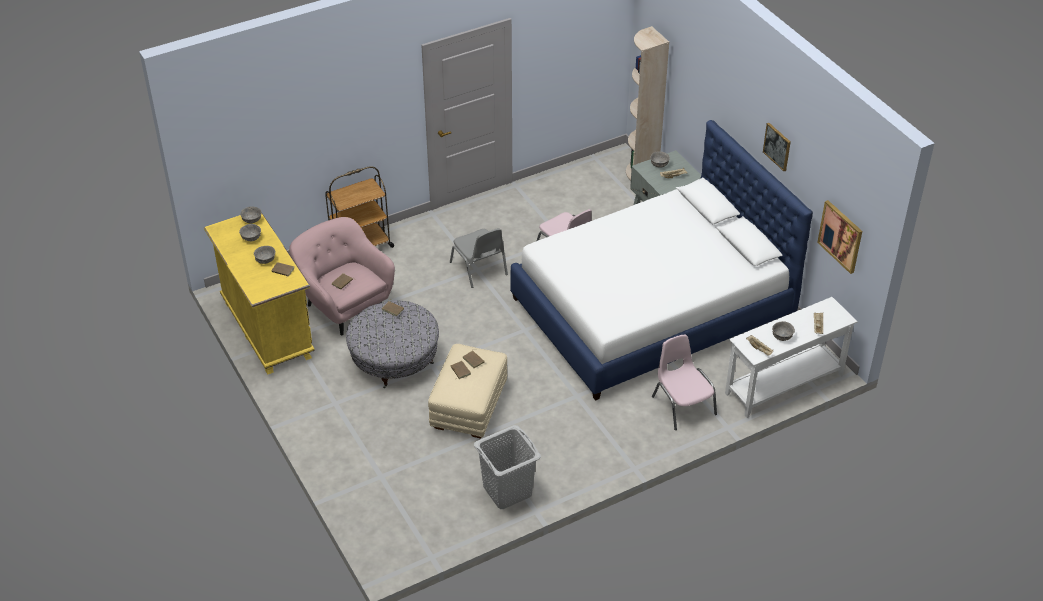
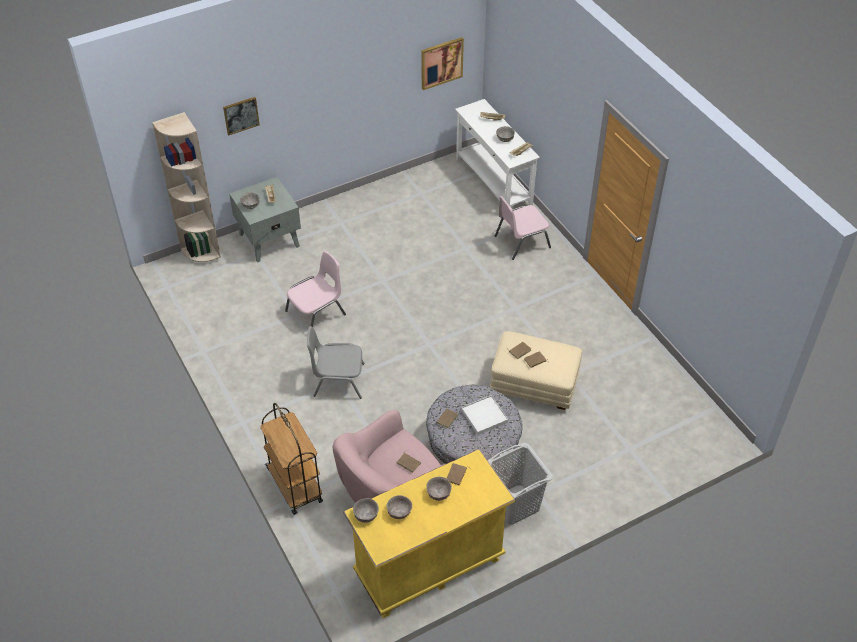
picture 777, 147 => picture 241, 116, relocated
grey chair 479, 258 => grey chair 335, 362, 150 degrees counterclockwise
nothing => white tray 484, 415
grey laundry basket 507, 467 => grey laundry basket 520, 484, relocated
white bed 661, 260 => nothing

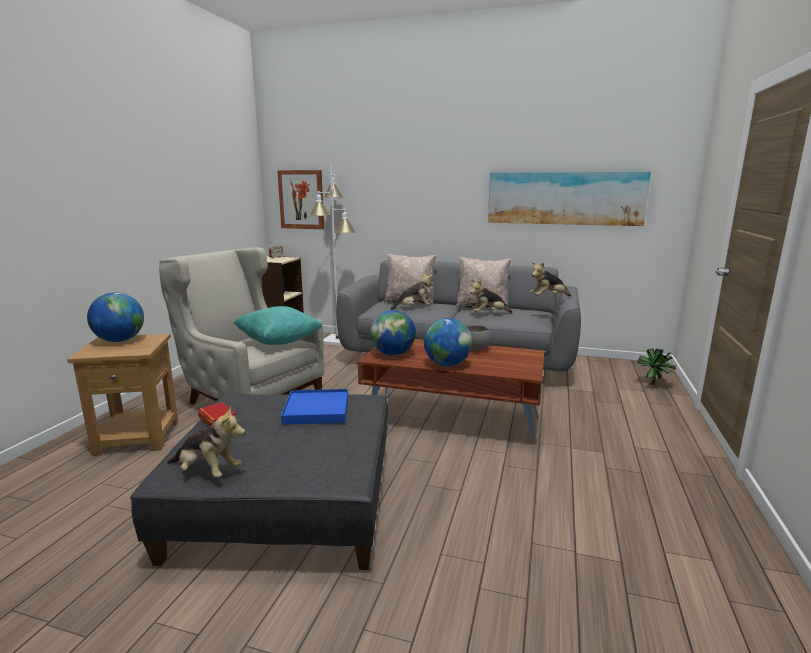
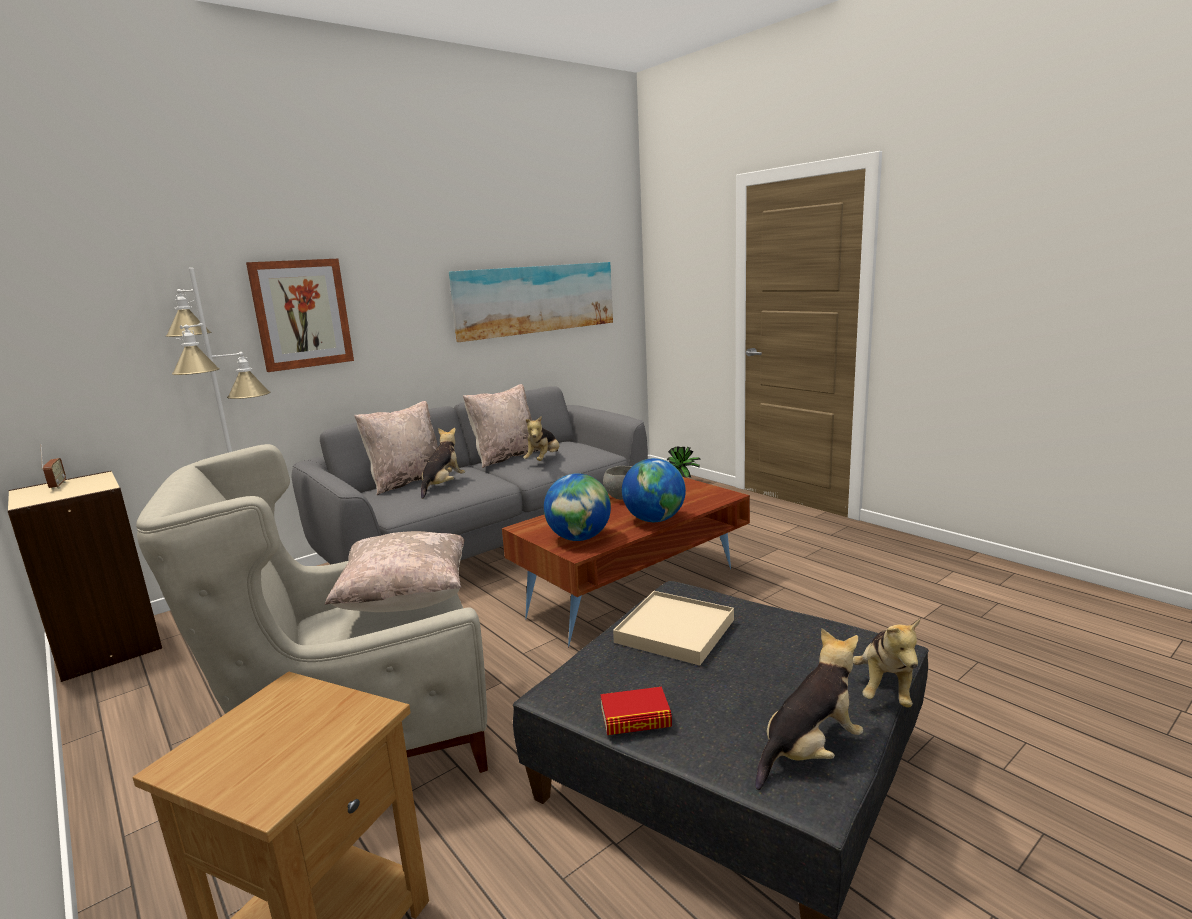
picture 300, 199 => picture 300, 315, relocated
turquoise pillow 278, 325 => beige pillow 395, 571
blue tray 314, 407 => beige tray 673, 628
plush toy 550, 279 => plush toy 886, 663, relocated
globe 115, 317 => nothing

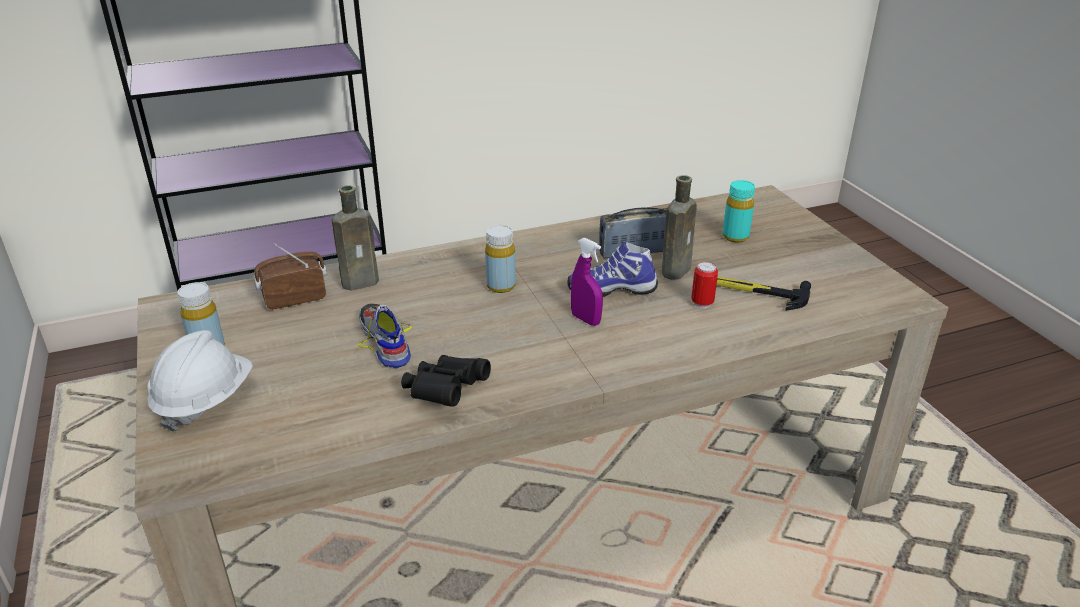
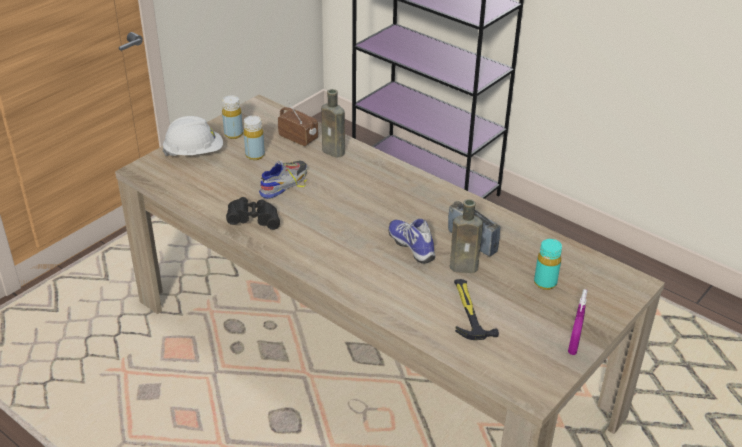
yellow bottle 500, 259 => yellow bottle 254, 138, relocated
purple spray bottle 587, 281 => purple spray bottle 577, 322, relocated
can 704, 285 => nothing

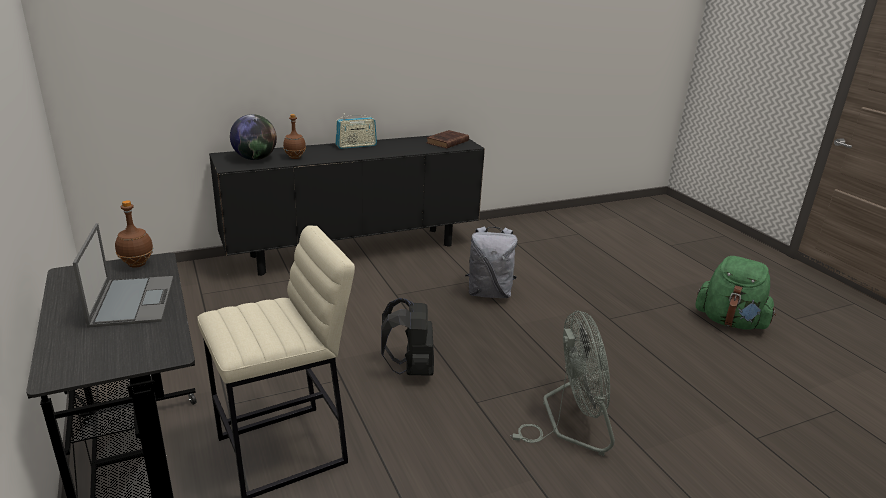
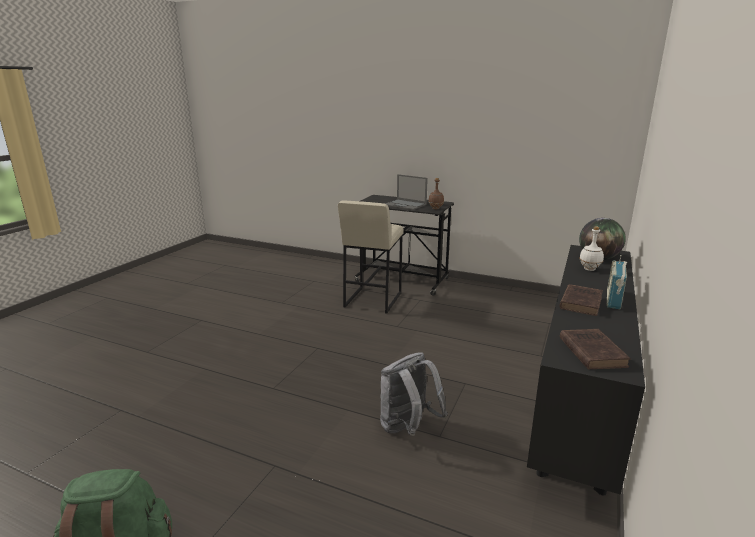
nothing => brown book 581, 300
brown bottle 294, 136 => white bottle 591, 248
black backpack 407, 337 => nothing
grey fan 562, 383 => nothing

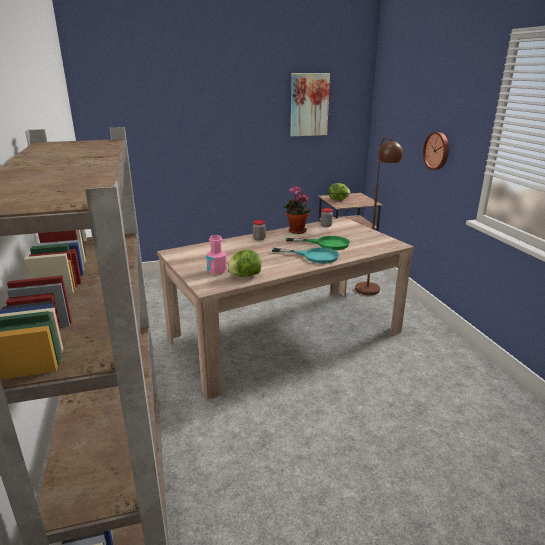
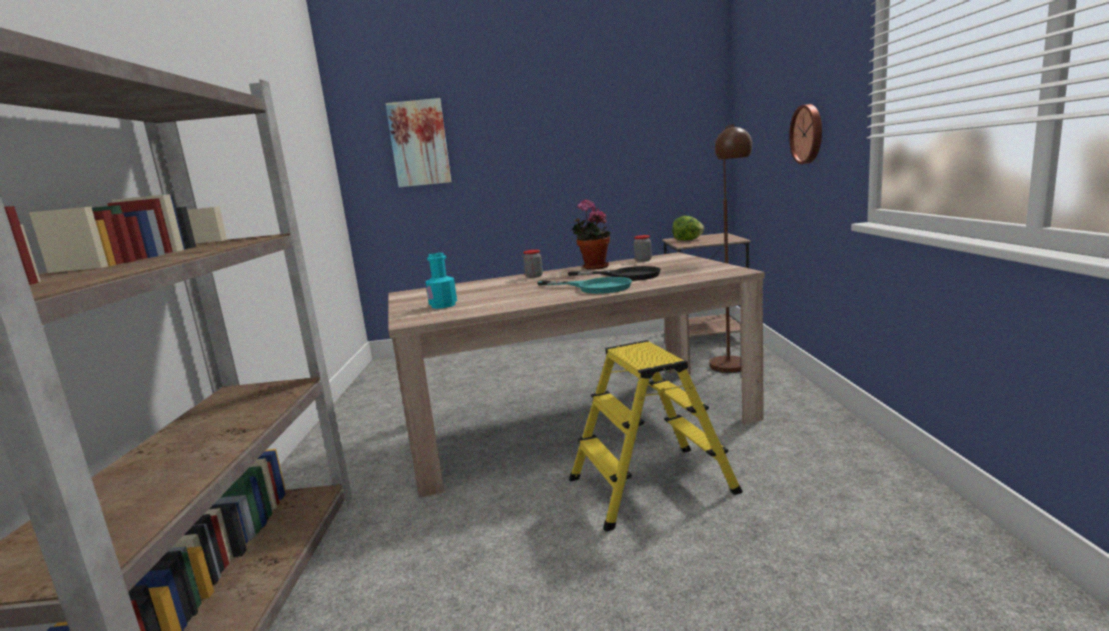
picture 310, 104 => picture 418, 142, relocated
pink bottle 216, 254 => turquoise bottle 441, 281
green frying pan 318, 243 => black frying pan 614, 273
nothing => yellow step ladder 656, 436
lettuce 243, 263 => nothing

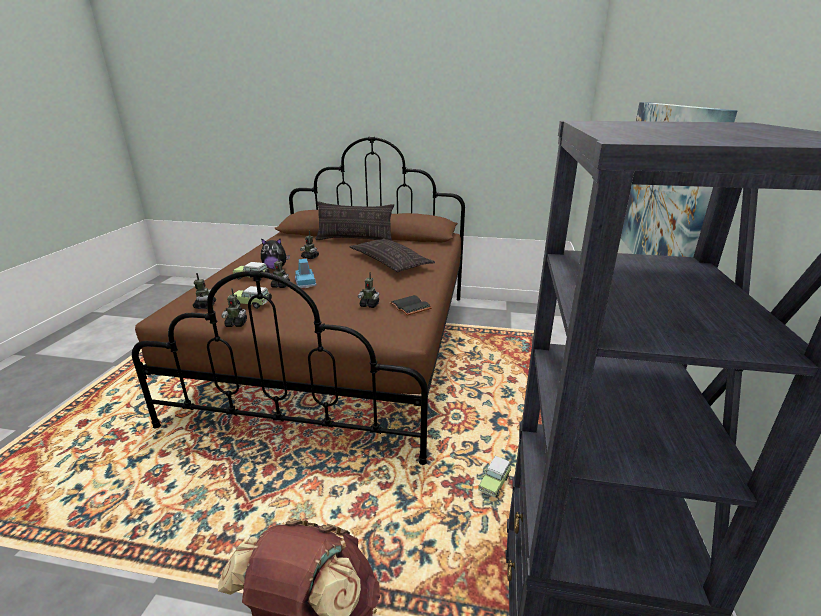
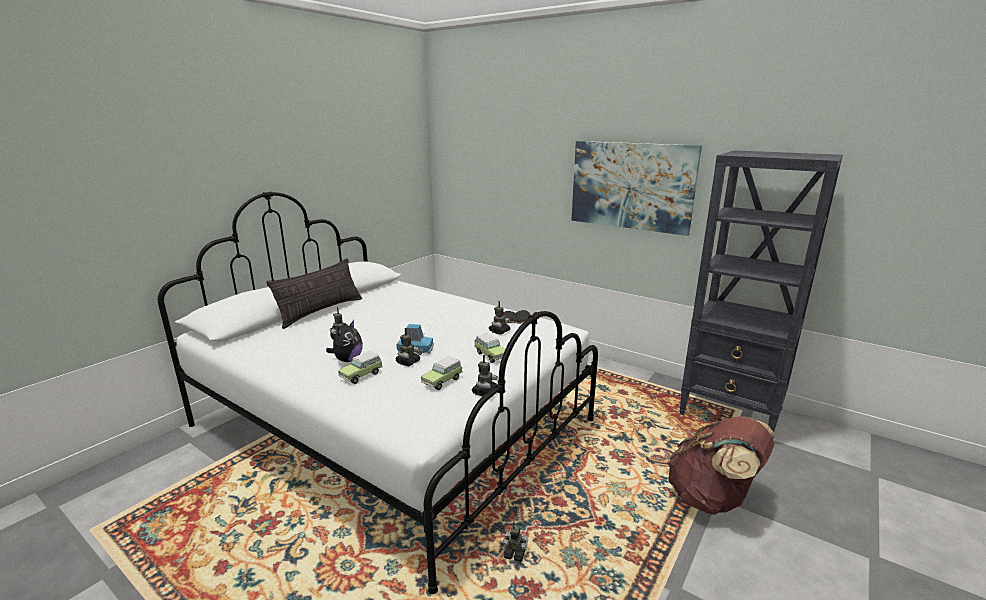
brown bed 298, 301 => white bed 378, 392
toy car 494, 477 => toy car 489, 348, relocated
toy robot 204, 291 => toy robot 515, 542, relocated
pillow 392, 255 => nothing

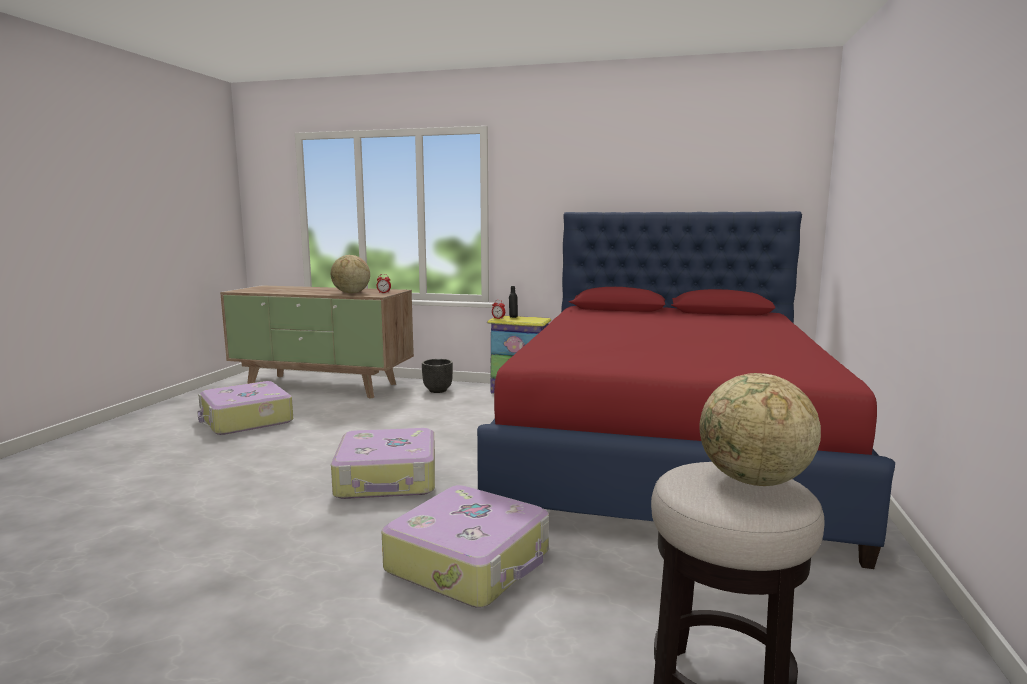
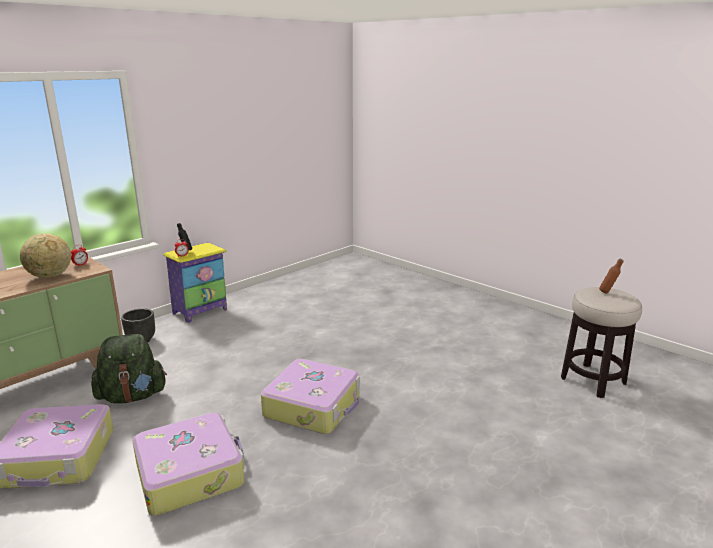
nothing => green backpack 129, 369
suitcase 465, 546 => suitcase 188, 464, relocated
globe 760, 429 => brown bottle 611, 276
red bed 686, 390 => nothing

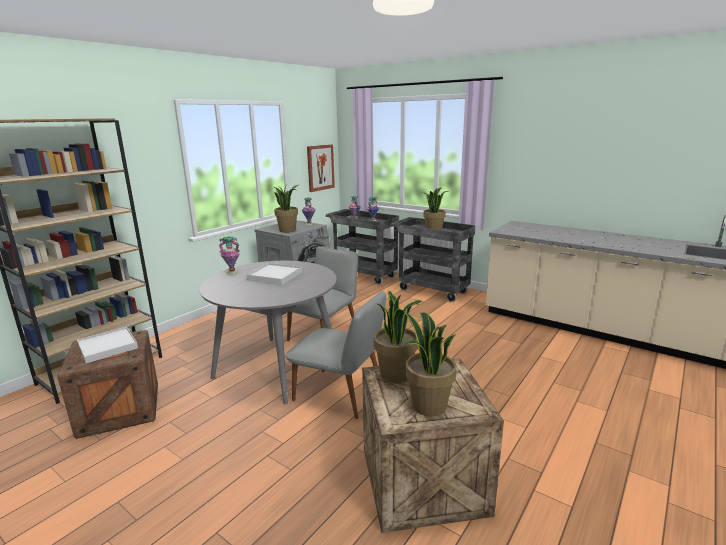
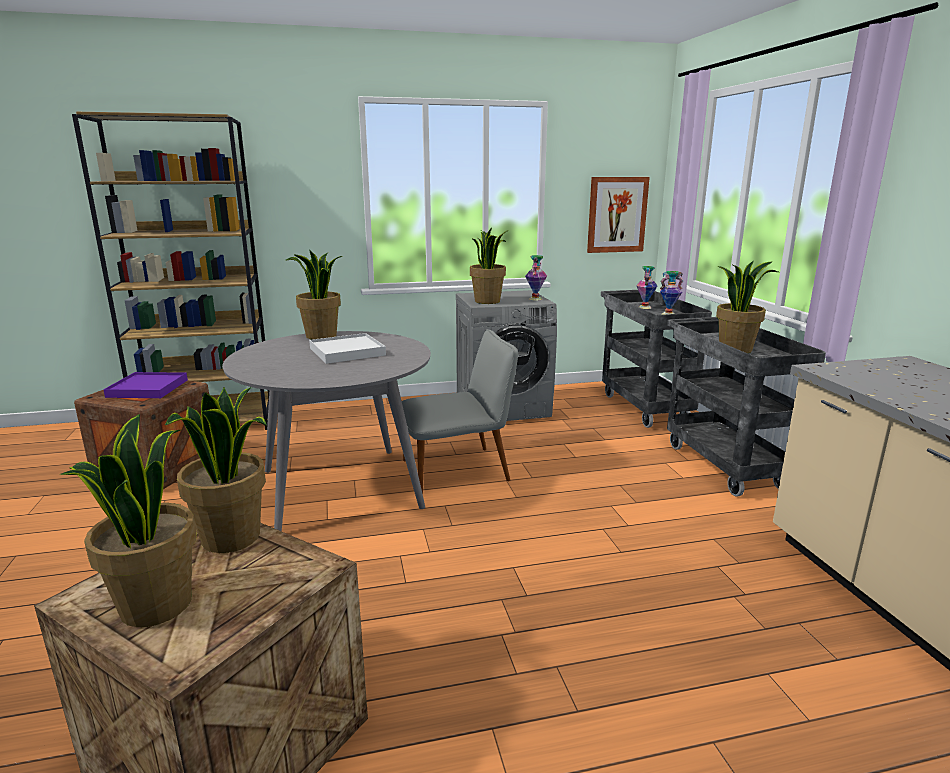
white tray 107, 345 => purple tray 145, 385
vase 229, 255 => potted plant 314, 295
grey chair 335, 355 => nothing

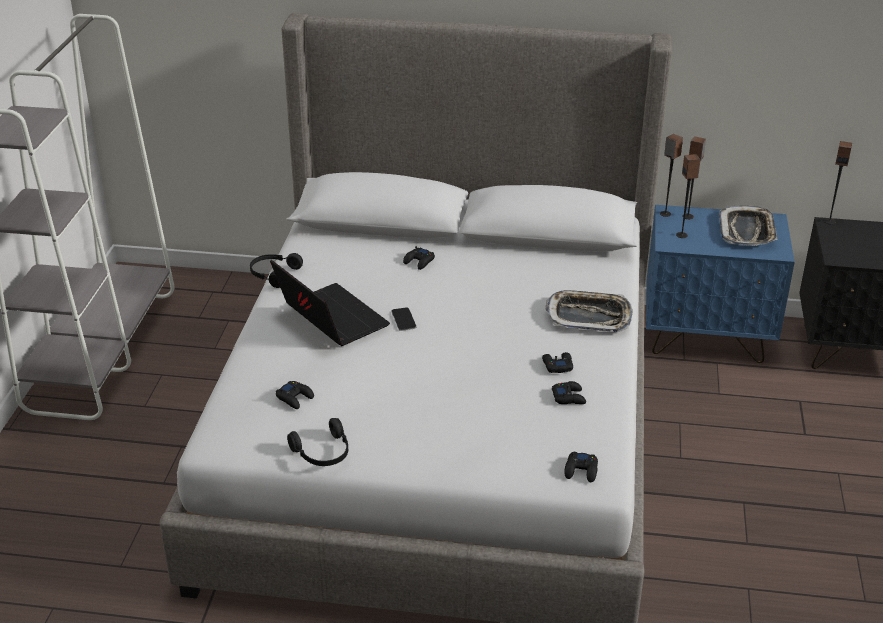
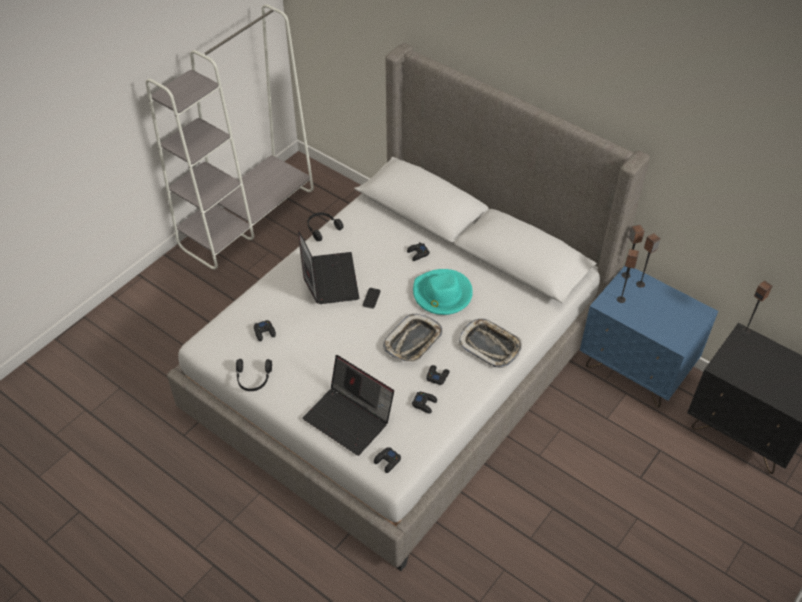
nothing => laptop 348, 405
tray 748, 225 => tray 412, 338, relocated
nothing => turquoise hat 443, 292

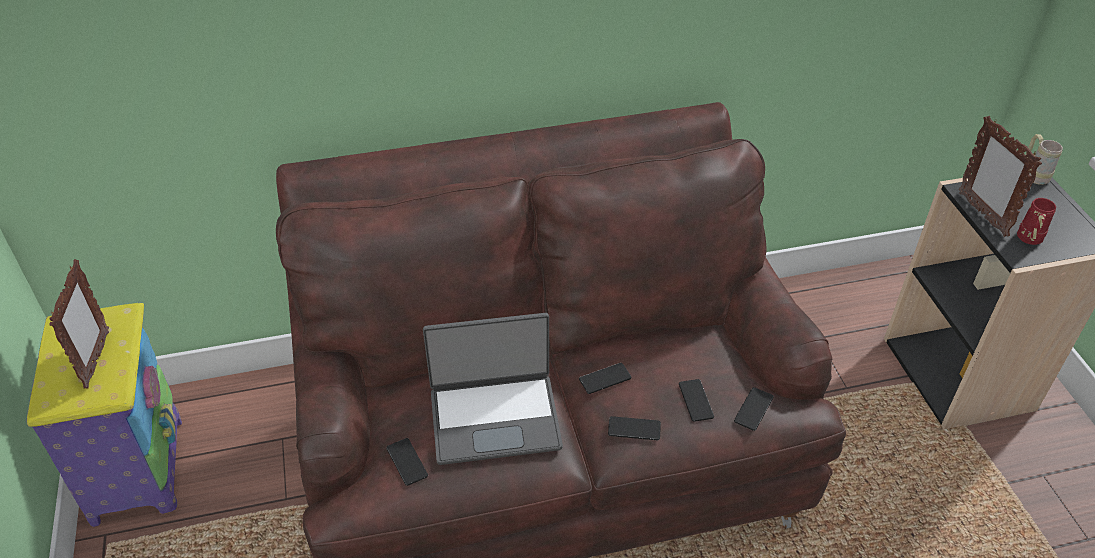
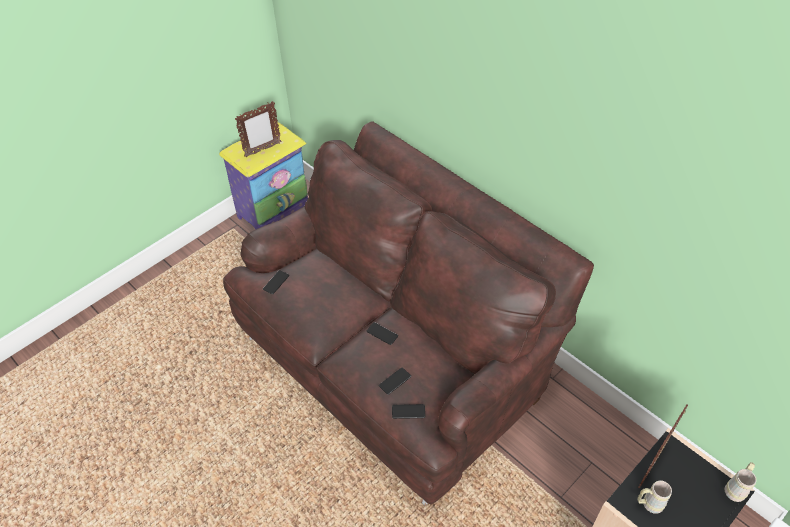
red mug 1036, 221 => beige mug 655, 497
laptop 493, 389 => nothing
phone 634, 428 => nothing

